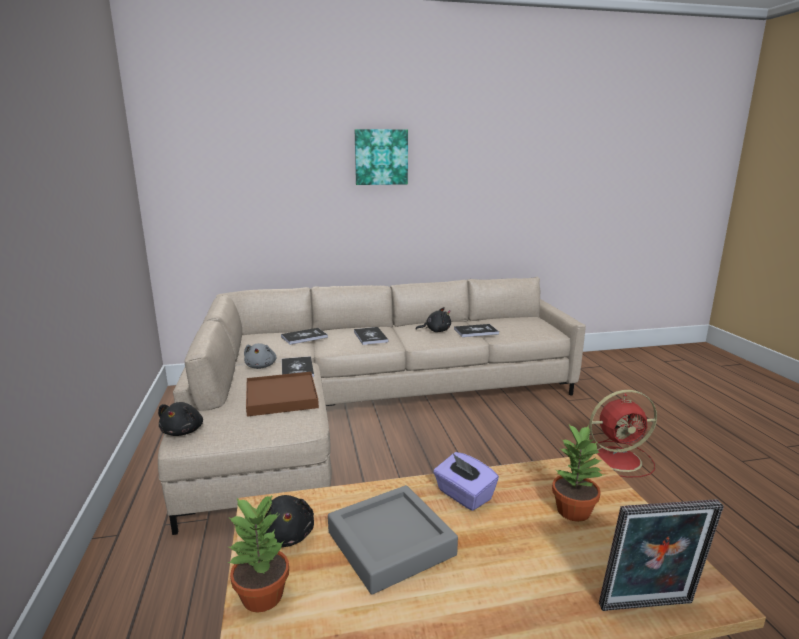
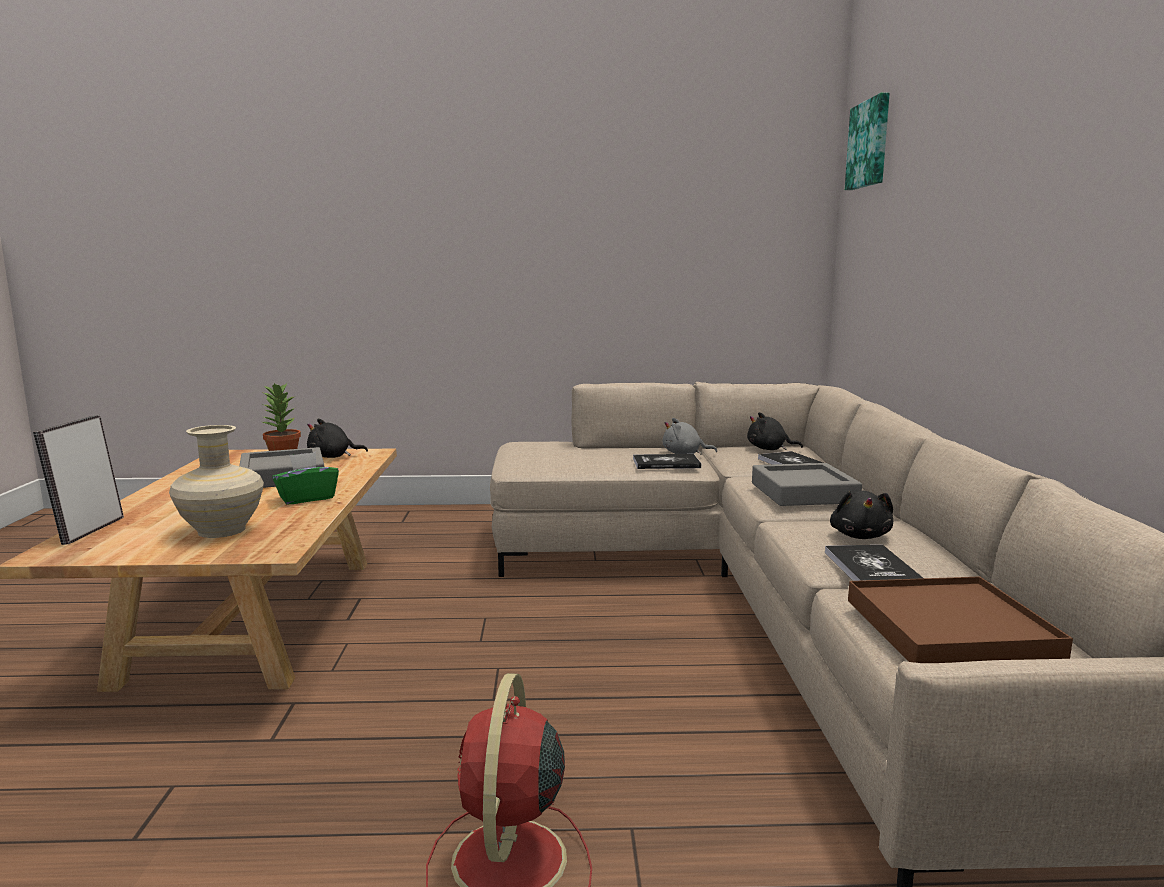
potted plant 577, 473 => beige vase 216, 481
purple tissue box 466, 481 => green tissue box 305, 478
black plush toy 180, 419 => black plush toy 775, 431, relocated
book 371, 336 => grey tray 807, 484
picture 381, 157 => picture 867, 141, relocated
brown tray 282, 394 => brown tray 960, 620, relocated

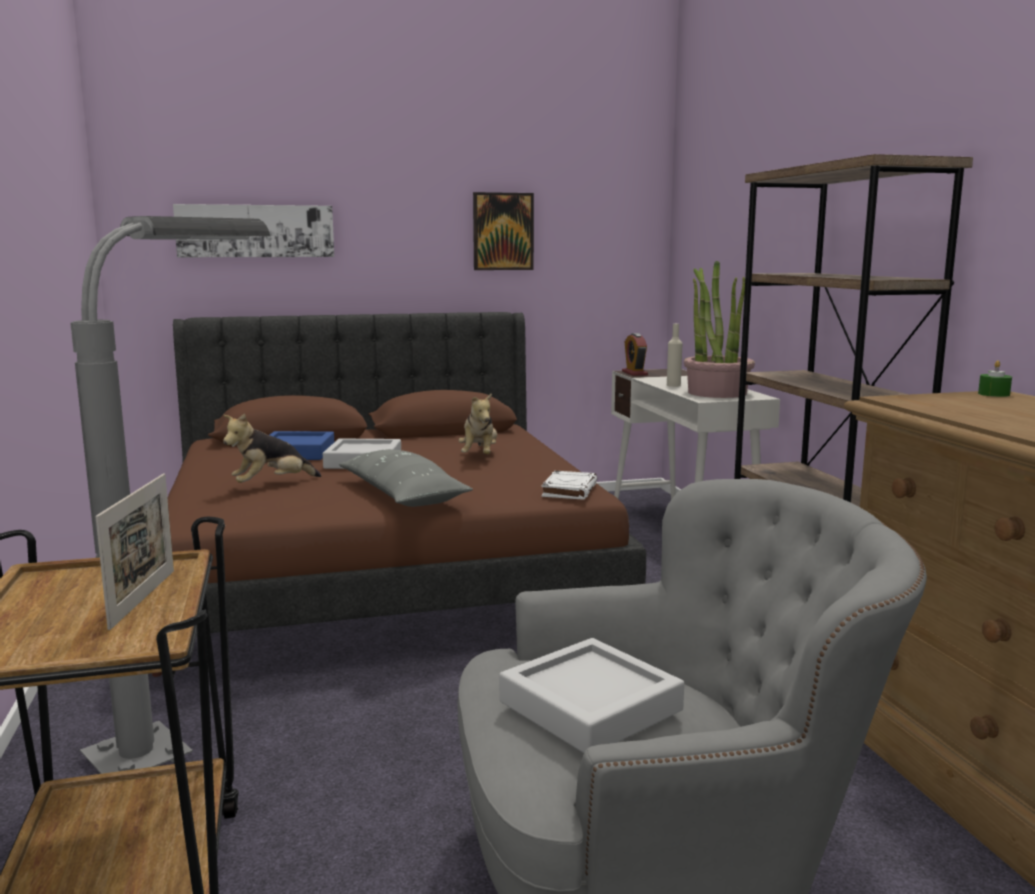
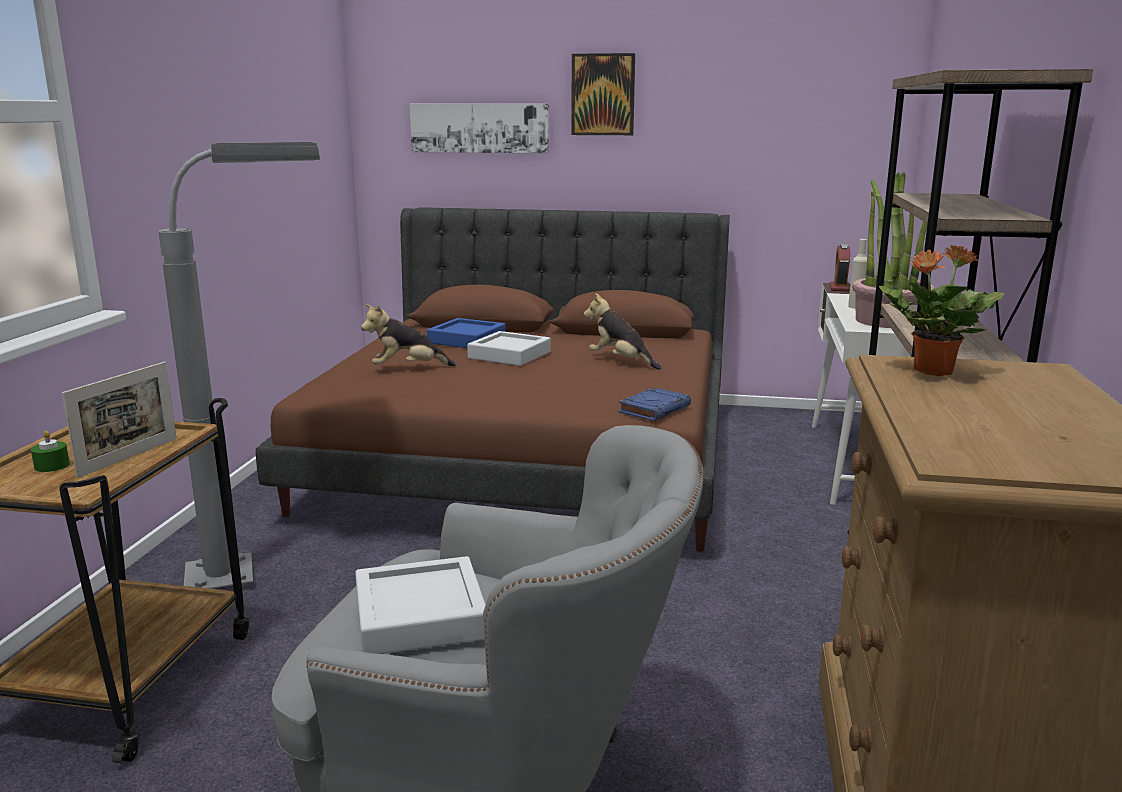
green candle 995, 378 => green candle 50, 451, relocated
picture 503, 231 => picture 603, 94, relocated
plush toy 478, 423 => plush toy 622, 331, 105 degrees clockwise
white book 569, 485 => blue book 655, 404
nothing => potted plant 942, 310
grey pillow 406, 478 => nothing

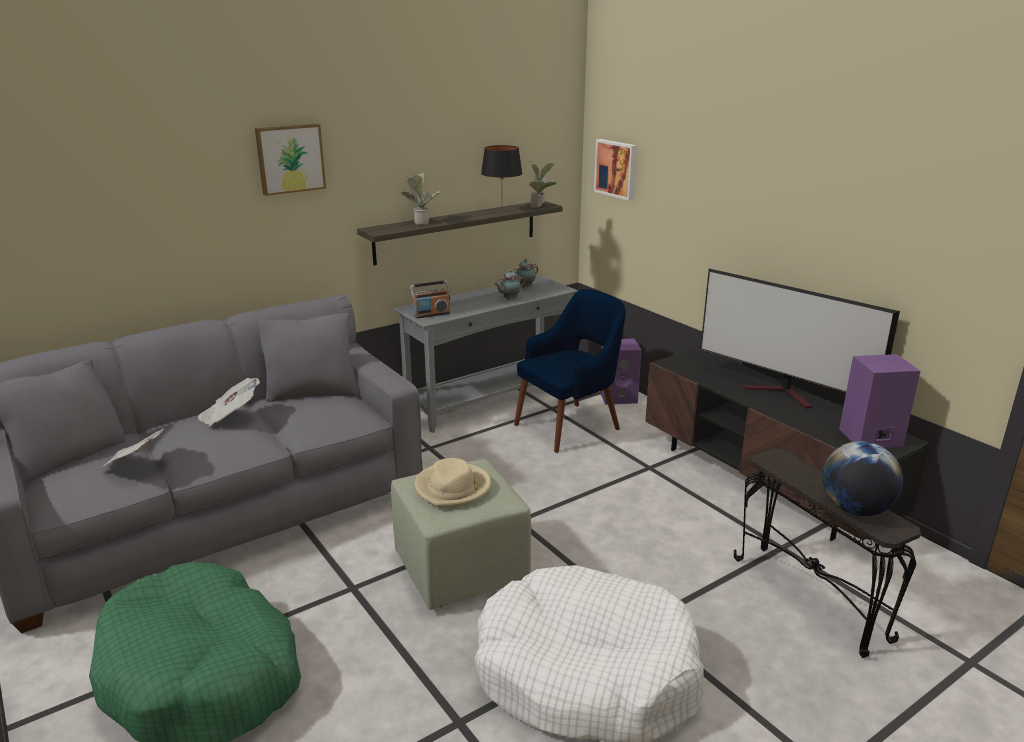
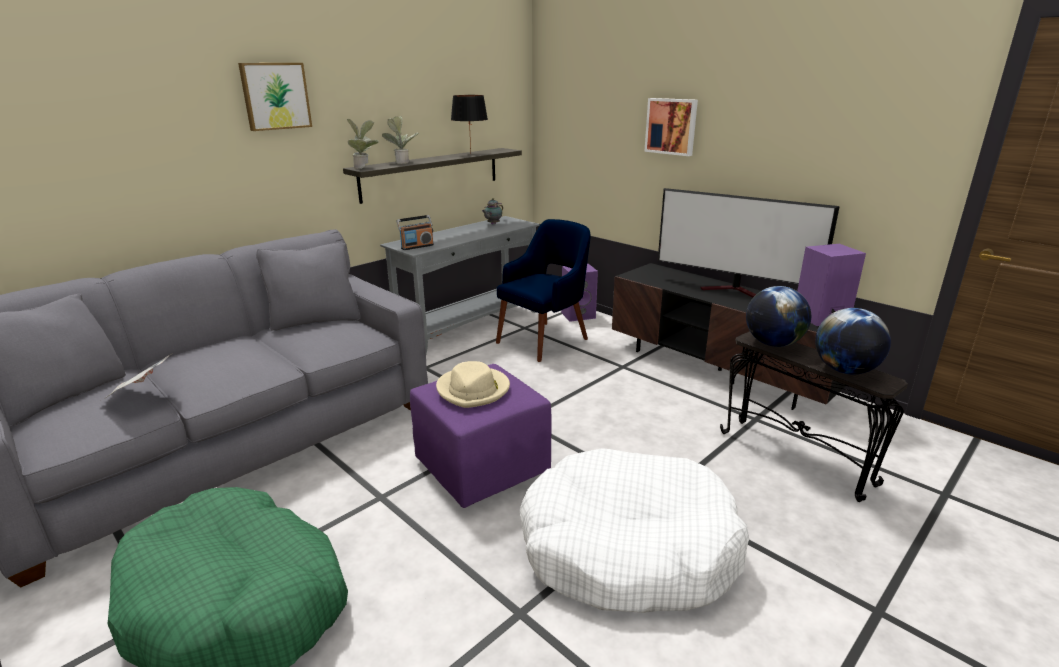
potted plant 543, 184 => potted plant 363, 144, relocated
green ottoman 461, 534 => purple ottoman 481, 436
picture 615, 169 => picture 671, 127, relocated
nothing => globe 778, 316
newspaper 229, 402 => nothing
teapot 510, 285 => nothing

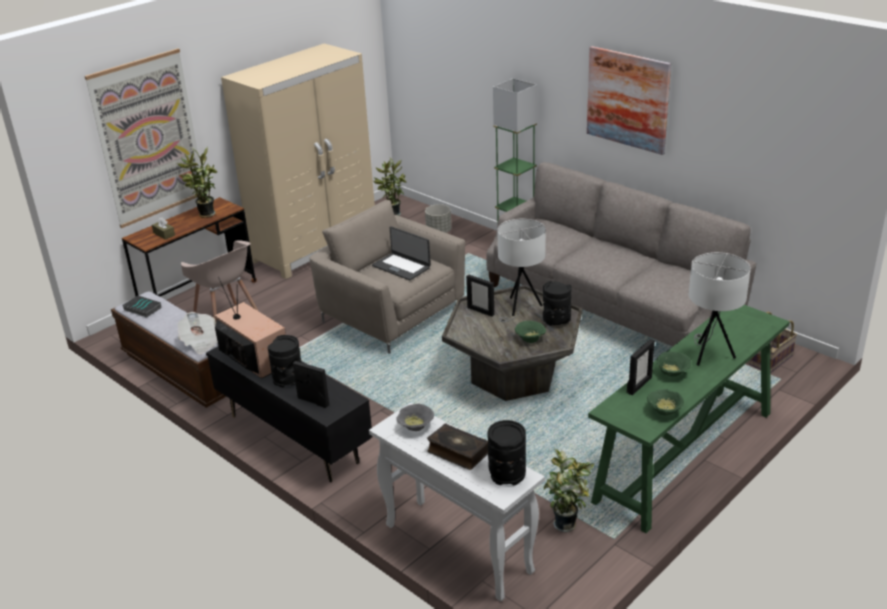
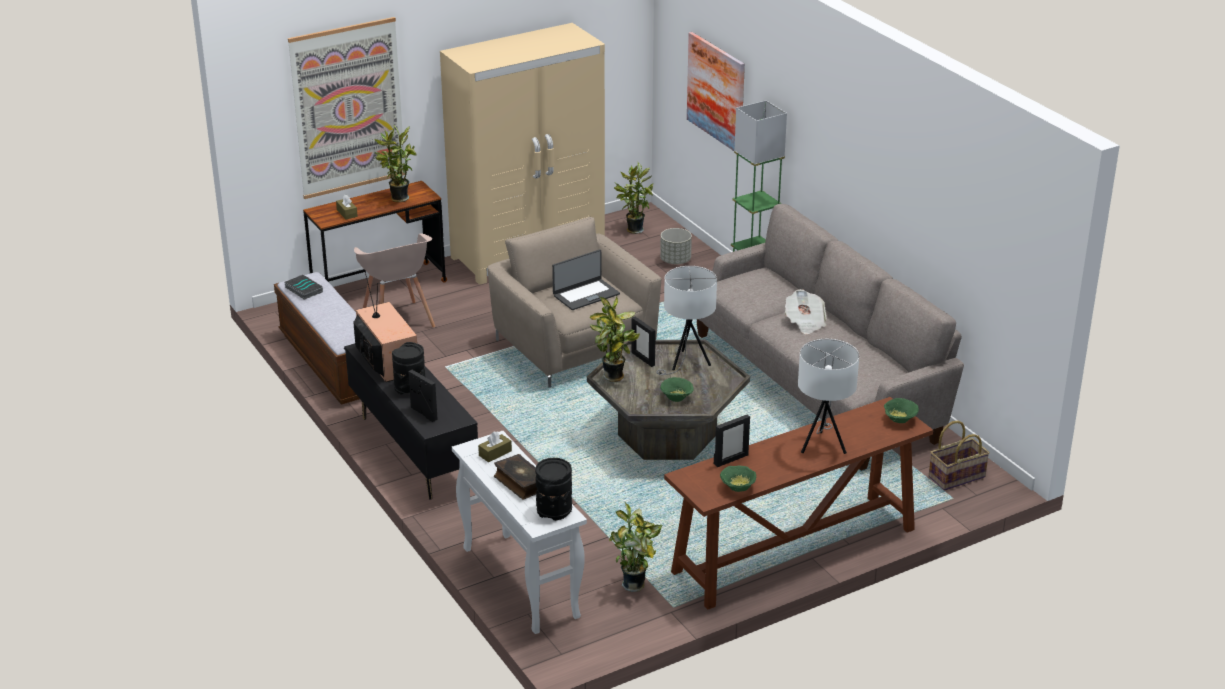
grey bowl 415, 417 => brown tissue box 495, 446
laptop 401, 253 => laptop 586, 279, 90 degrees counterclockwise
nothing => potted plant 614, 339
green console table 689, 419 => brown console table 798, 503
picture 629, 100 => picture 716, 91, relocated
newspaper 197, 333 => newspaper 805, 311, relocated
green bowl 674, 364 => green bowl 901, 410, relocated
black vase 557, 303 => nothing

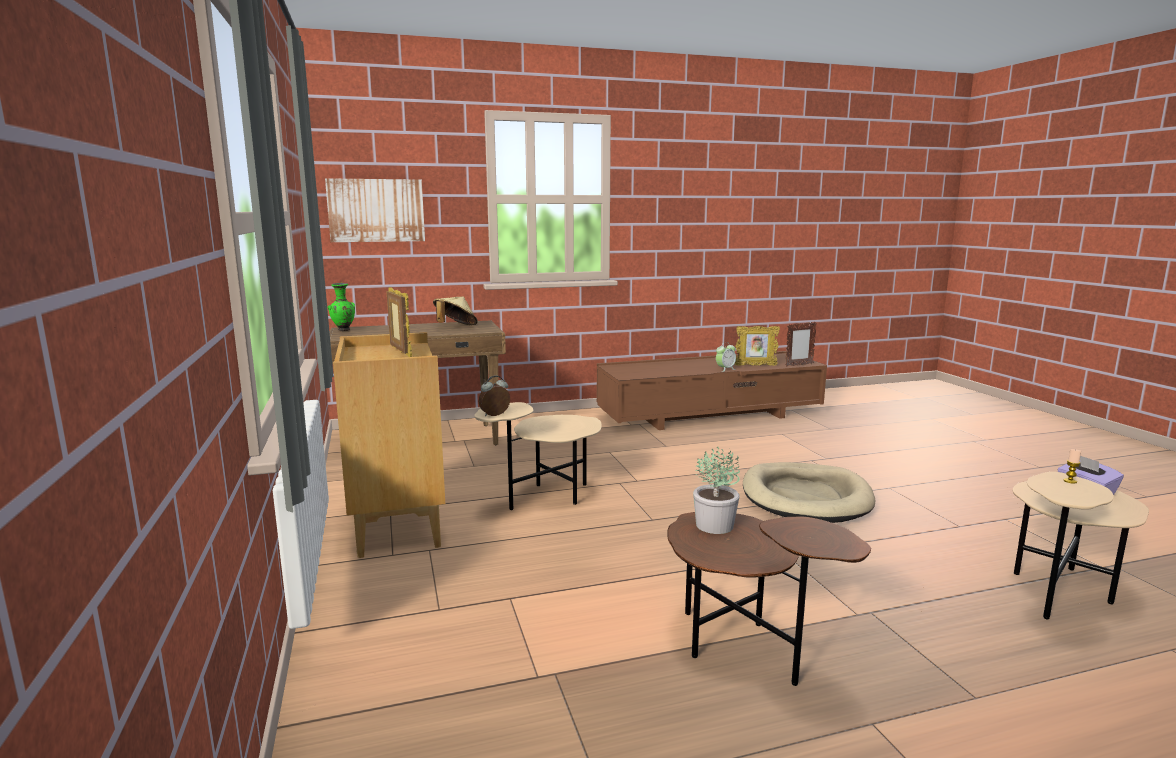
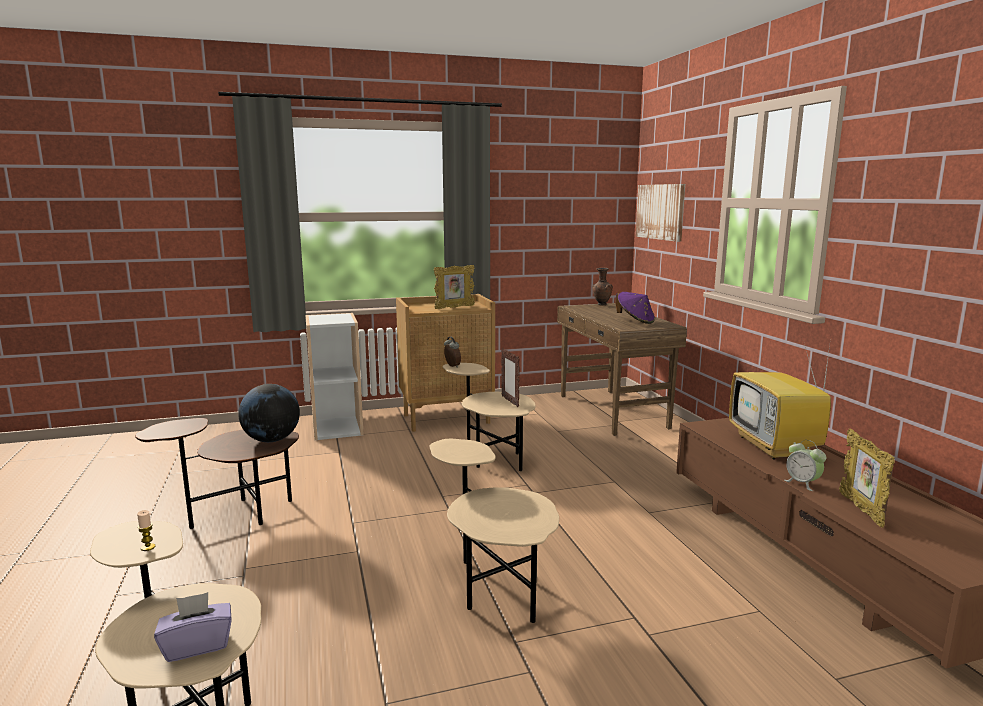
potted plant 716, 490 => globe 269, 413
nothing => bookcase 334, 376
beige dog bed 809, 492 => beige side table 494, 531
picture frame 801, 344 => picture frame 510, 377, relocated
green vase 341, 307 => brown vase 602, 287
beige hat 455, 310 => purple hat 635, 308
nothing => television 780, 399

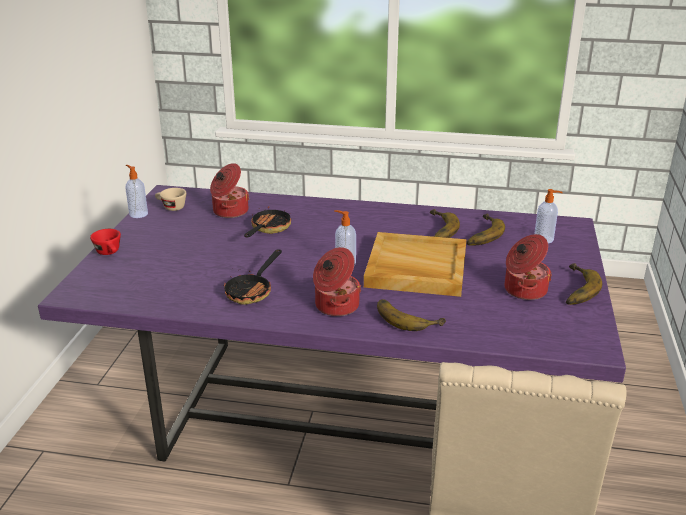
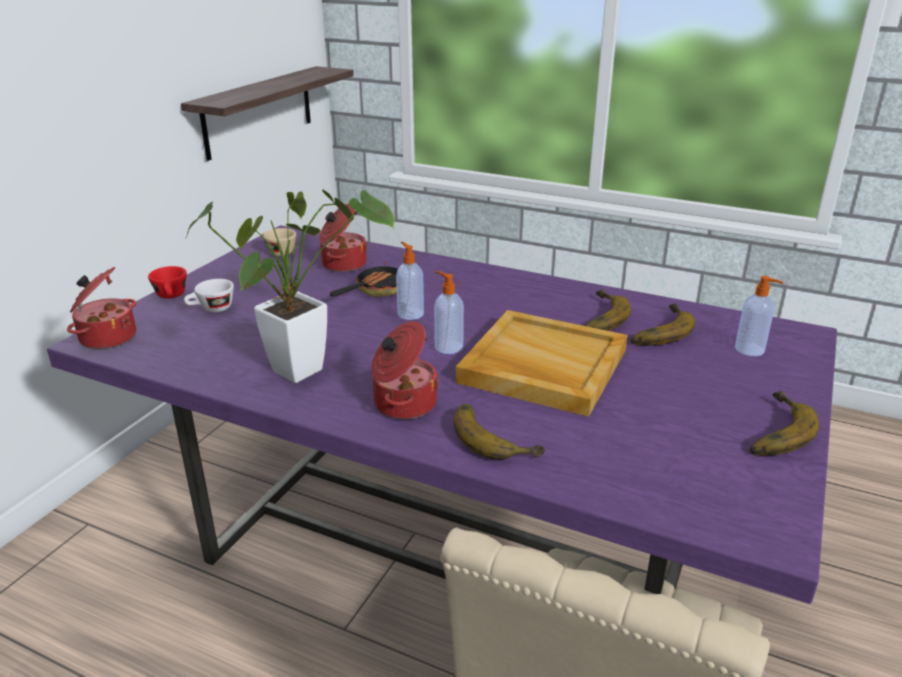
cooking pot 528, 267 => cooking pot 102, 308, relocated
nothing => shelf 267, 113
nothing => white cup 209, 295
frying pan 253, 277 => potted plant 290, 286
soap dispenser 136, 191 => soap dispenser 410, 281, relocated

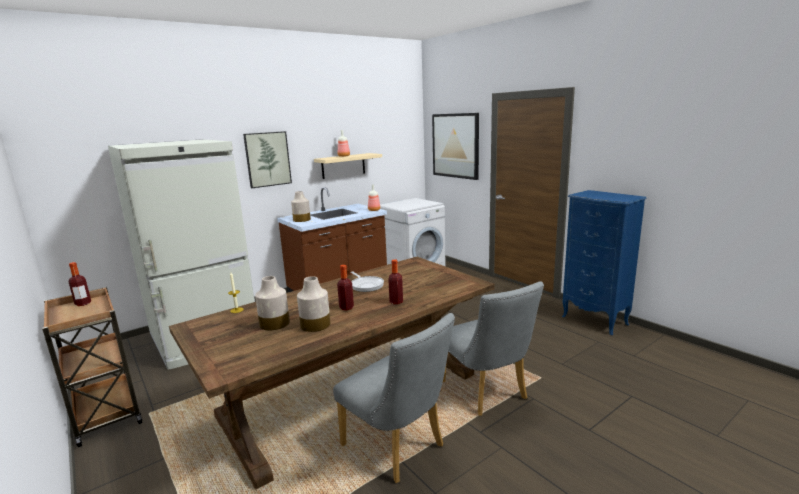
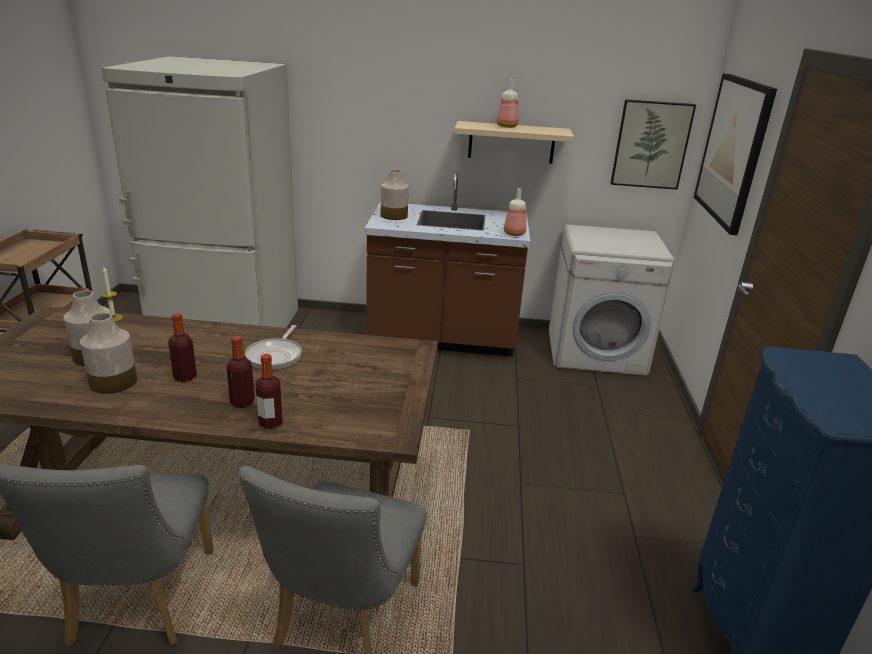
bottle 80, 284 => bottle 269, 391, relocated
picture 267, 159 => picture 653, 144, relocated

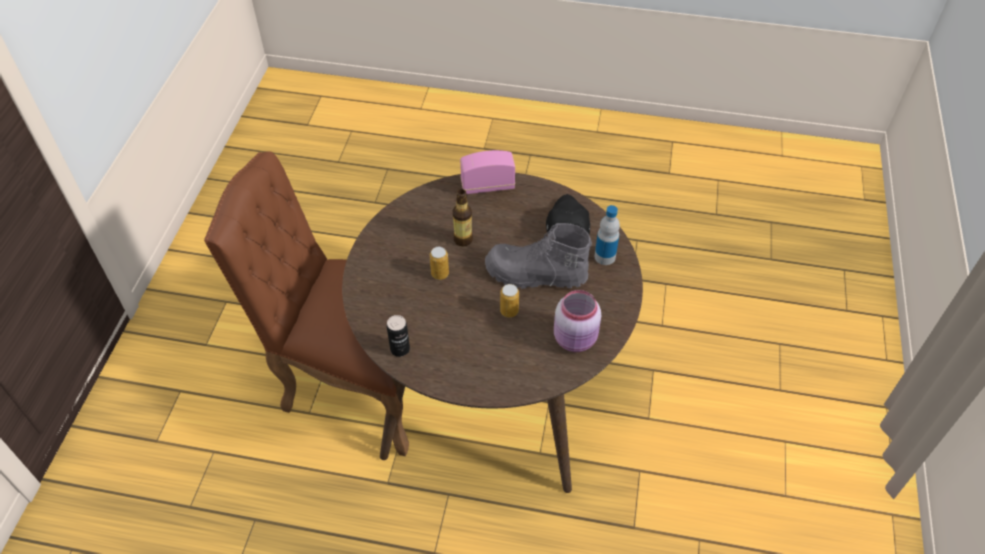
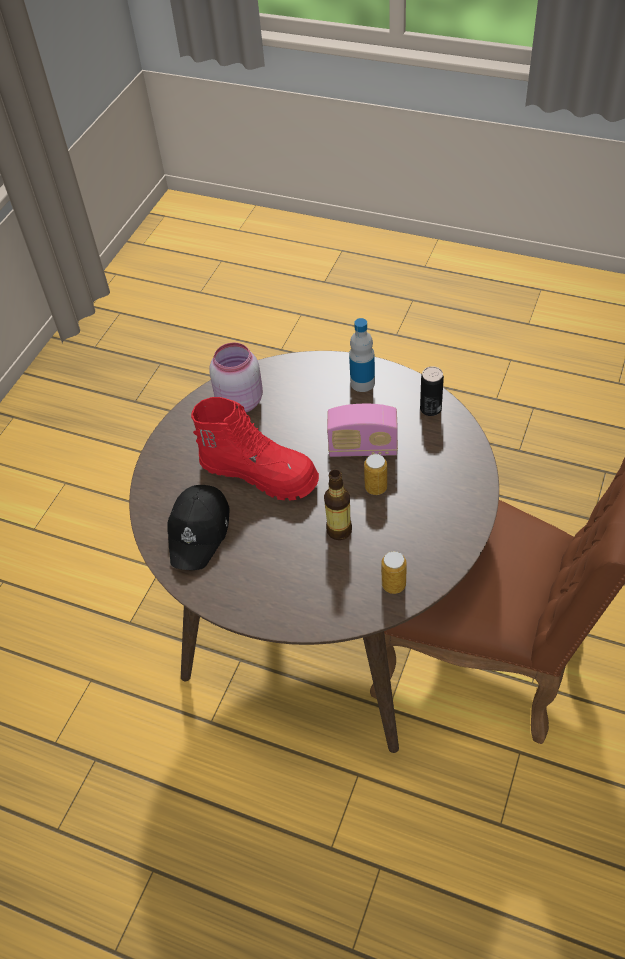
grey boot 538, 256 => red boot 255, 449
radio 487, 172 => radio 362, 430, relocated
bottle 607, 235 => bottle 362, 355, relocated
can 509, 301 => can 394, 572, relocated

